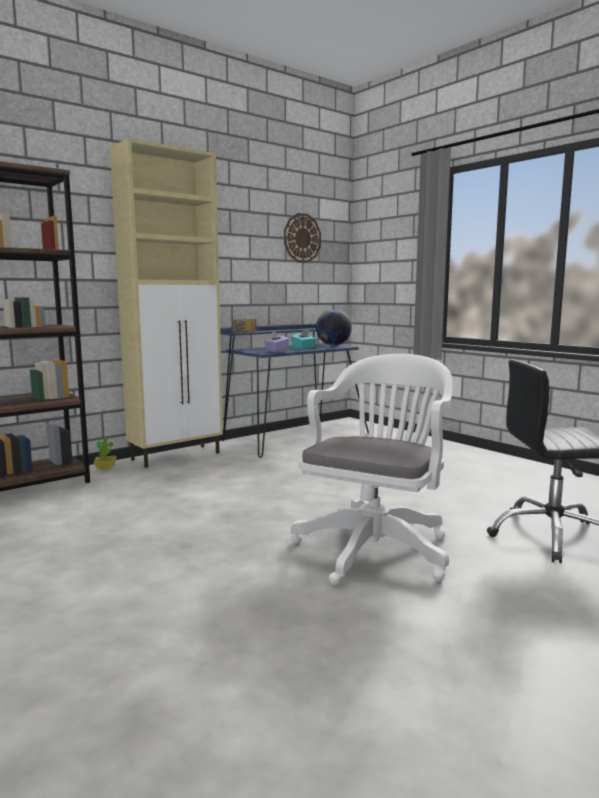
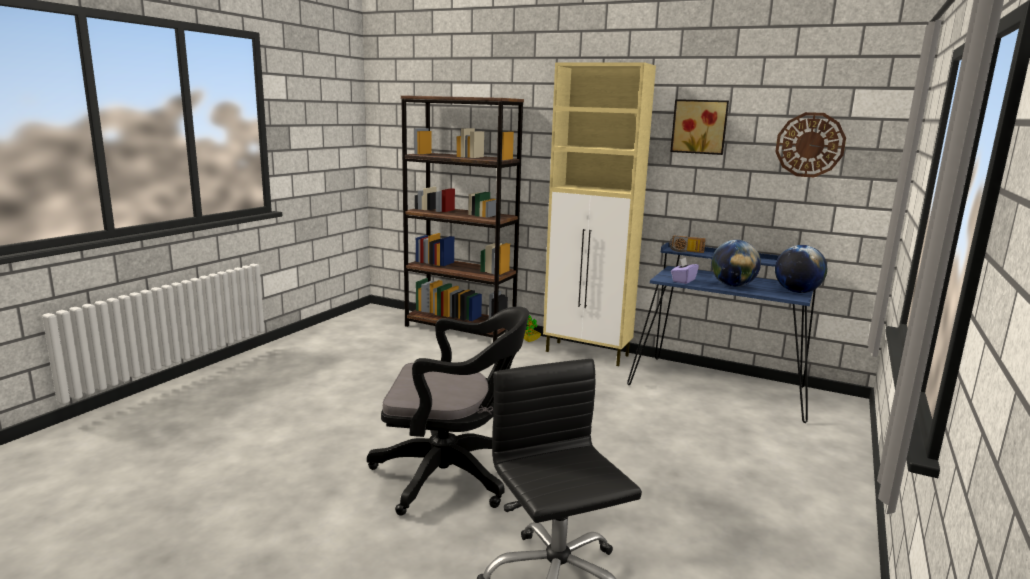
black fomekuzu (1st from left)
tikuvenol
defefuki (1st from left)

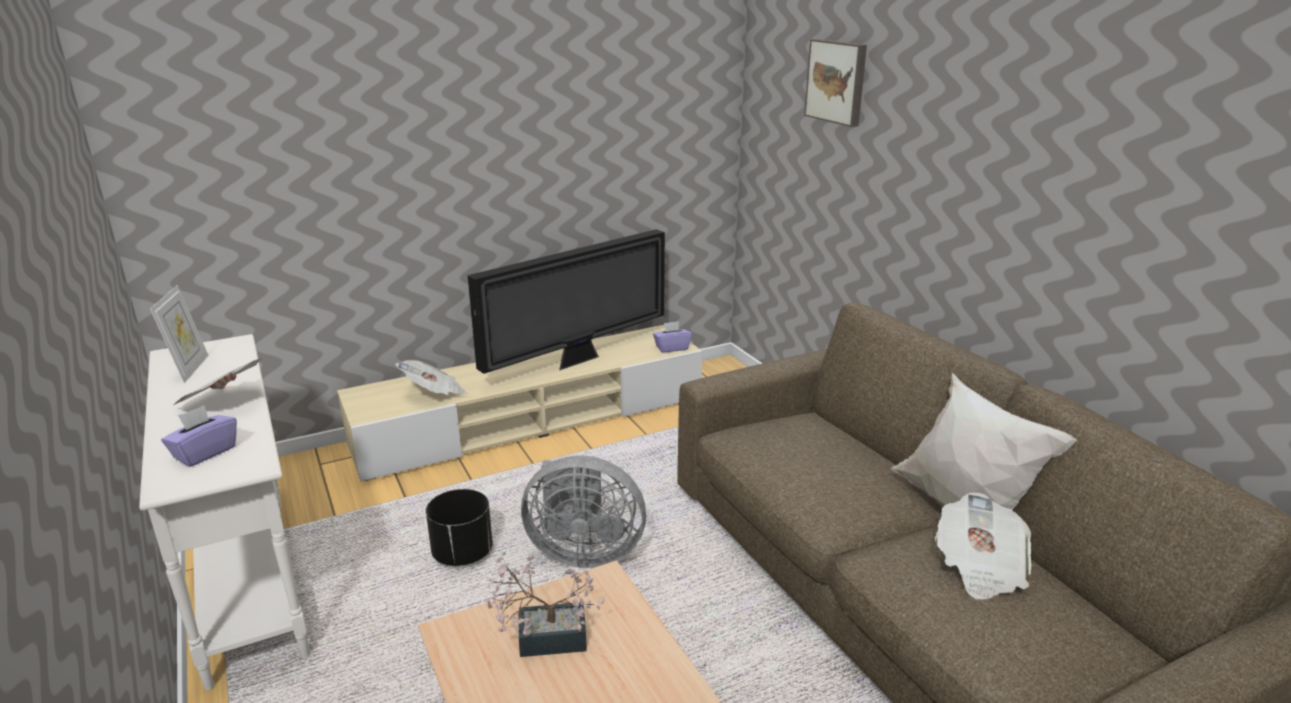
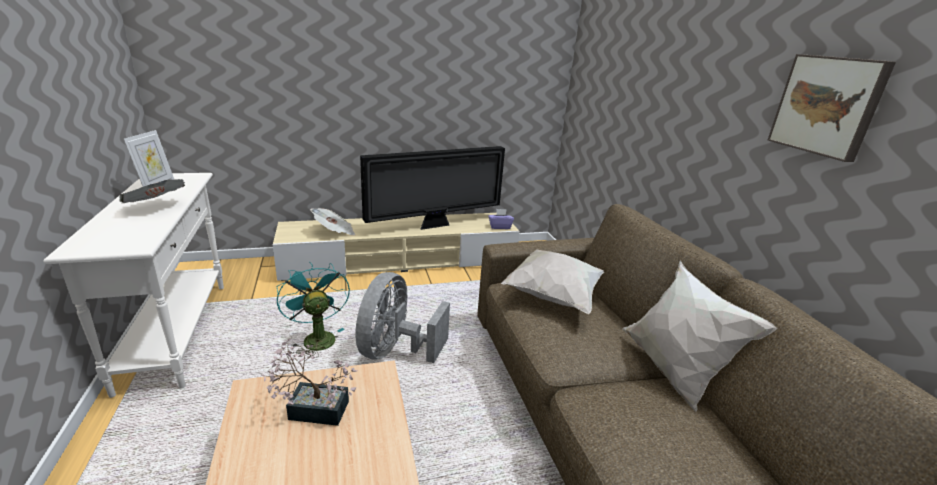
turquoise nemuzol
grey nemuzol
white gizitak (1st from left)
tikuvenol
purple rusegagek (1st from left in the first image)
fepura (3rd from left in the first image)

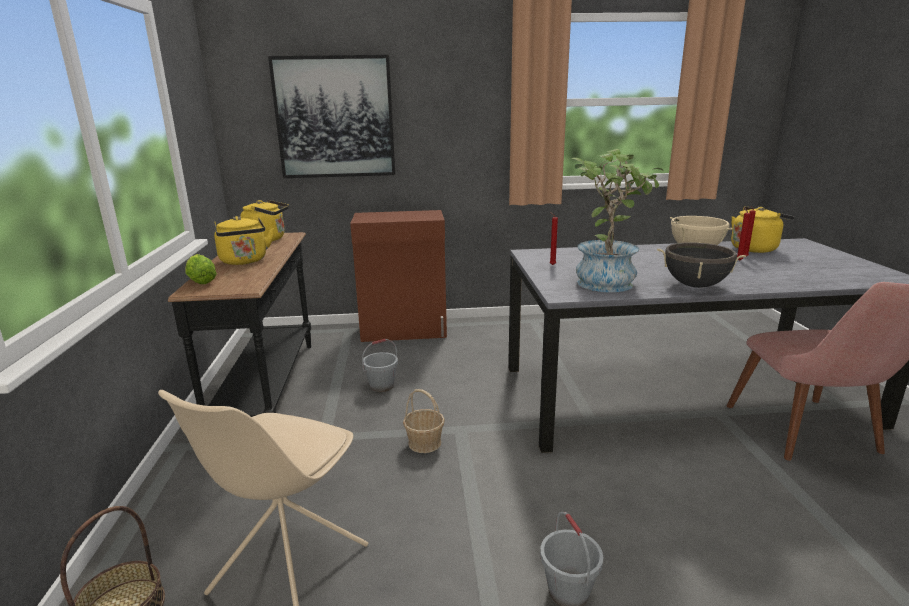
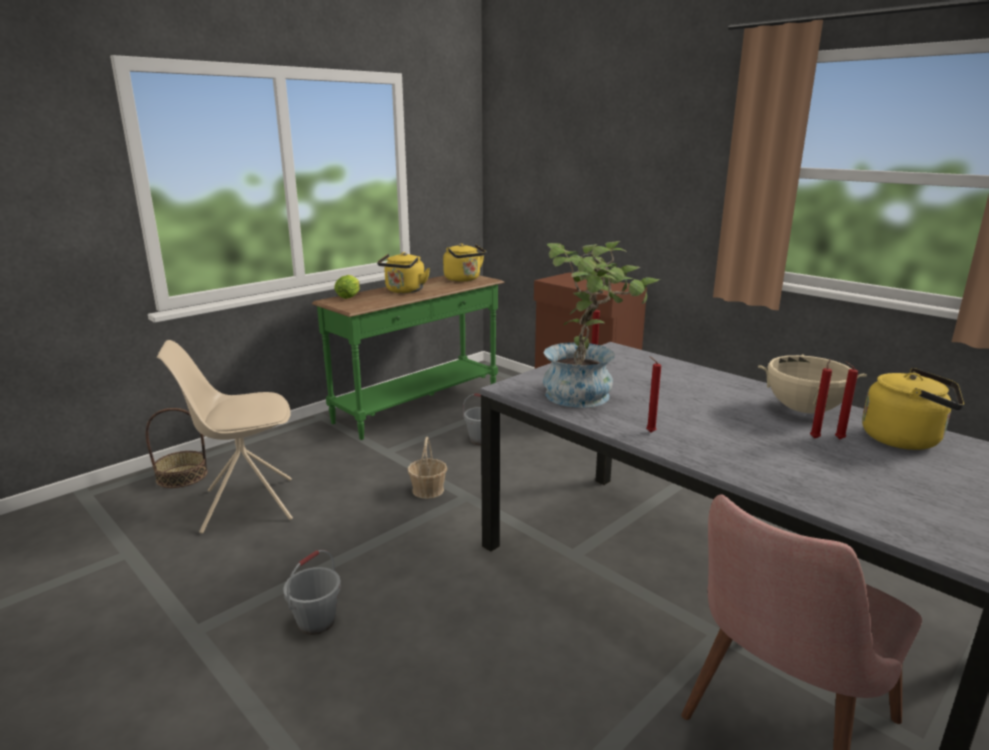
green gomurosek
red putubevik (2nd from left)
tikuvenol

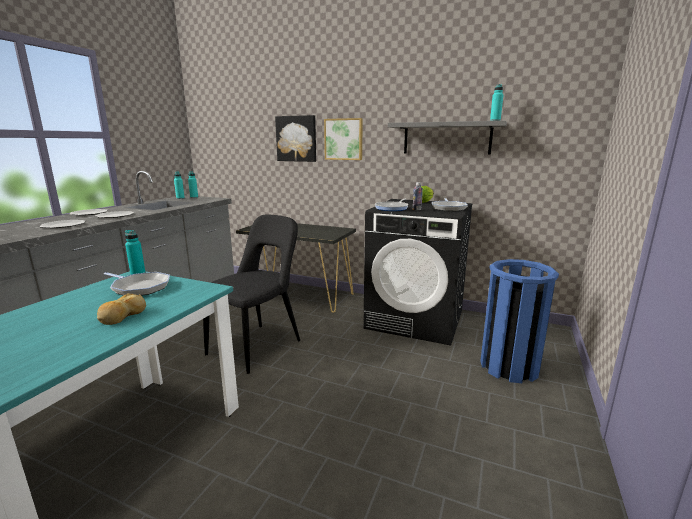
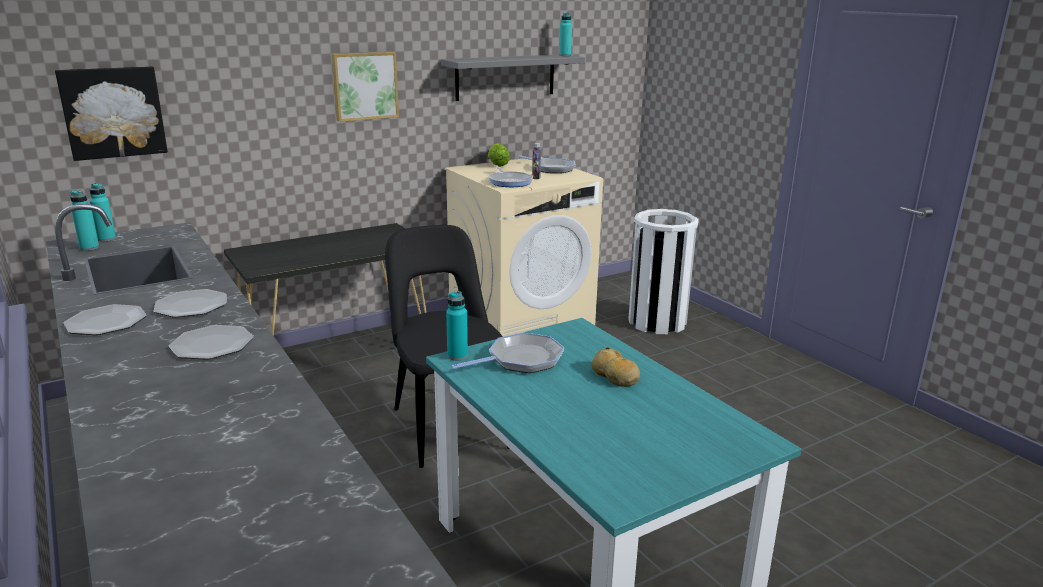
tikuvenol (1st from left)
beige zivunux
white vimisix

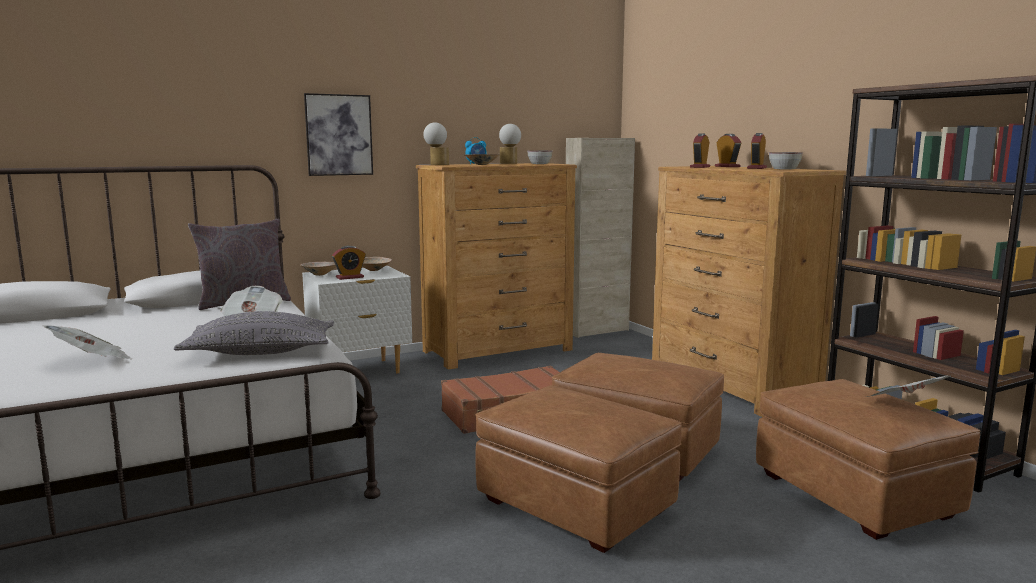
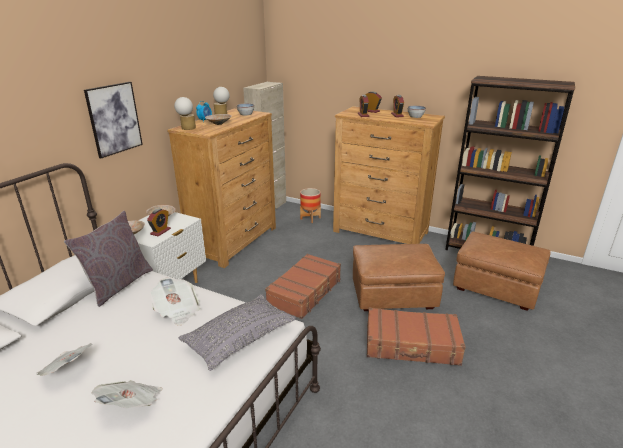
fepura (1st from left)
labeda
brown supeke (2nd from left)

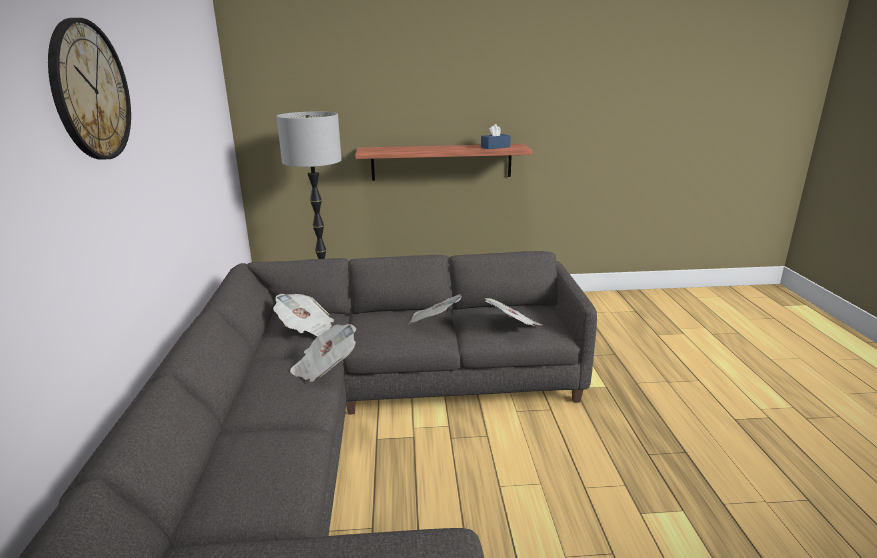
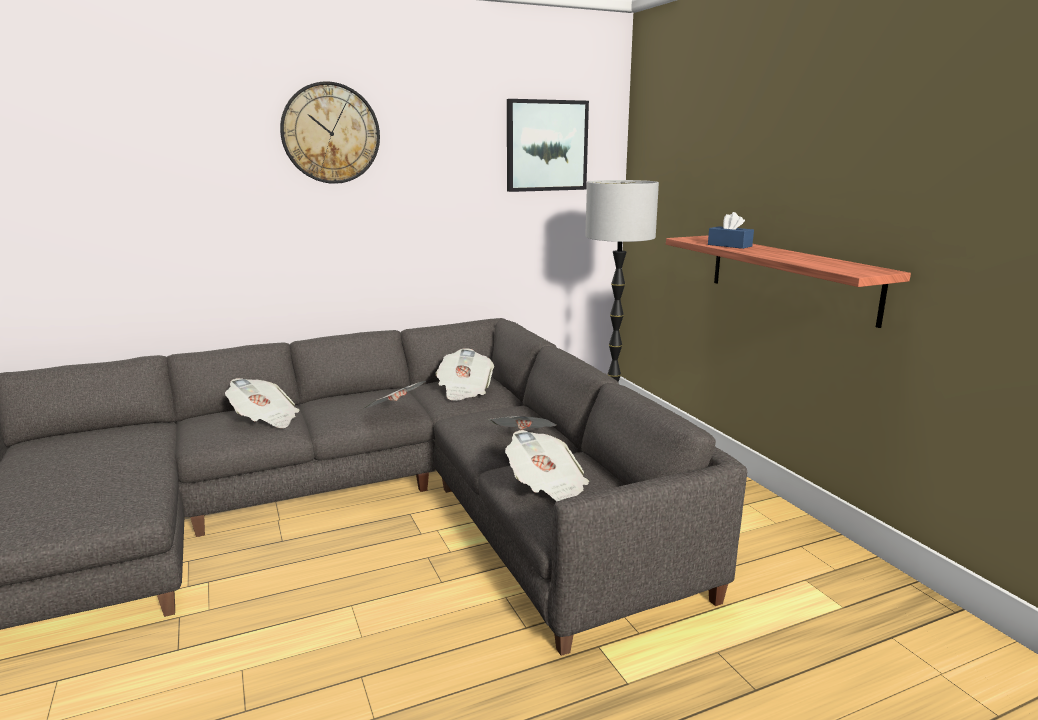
fepura (1st from left)
tikuvenol
blue rusegagek

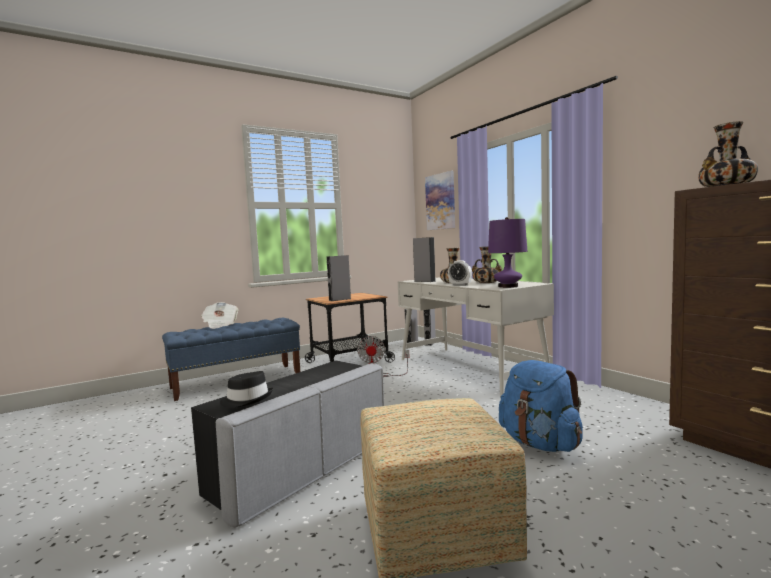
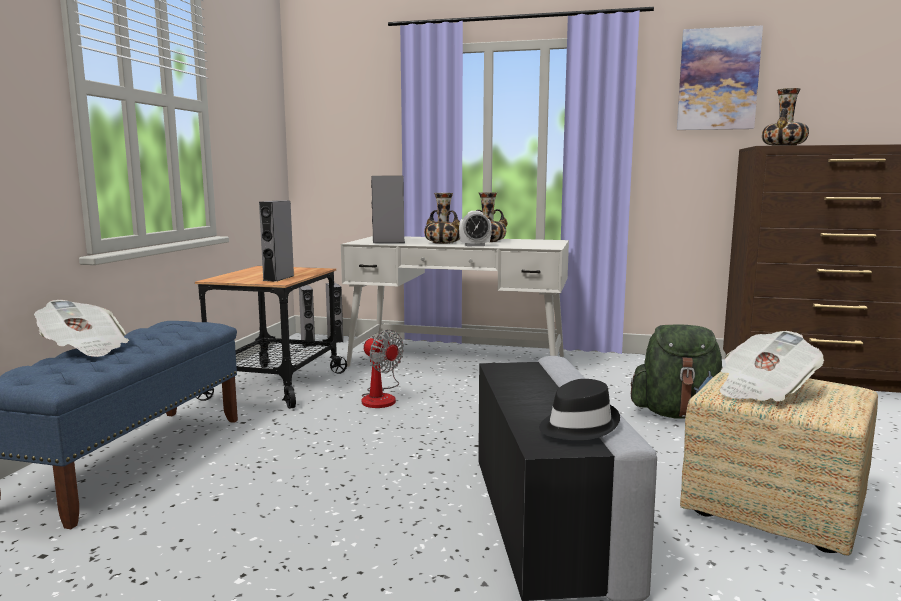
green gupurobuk
tikuvenol
fepura (2nd from left)
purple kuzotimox

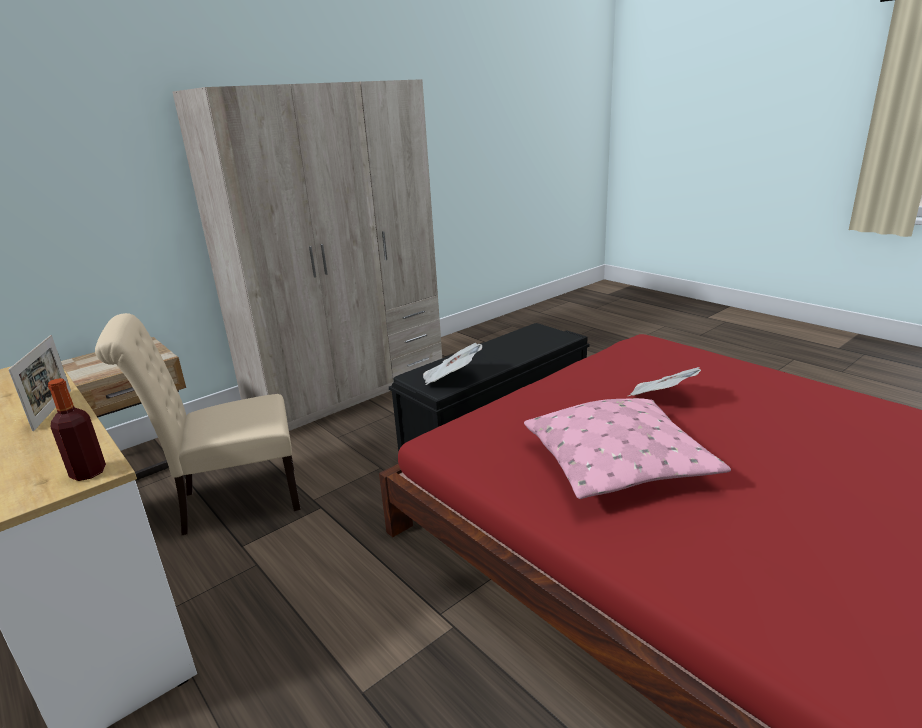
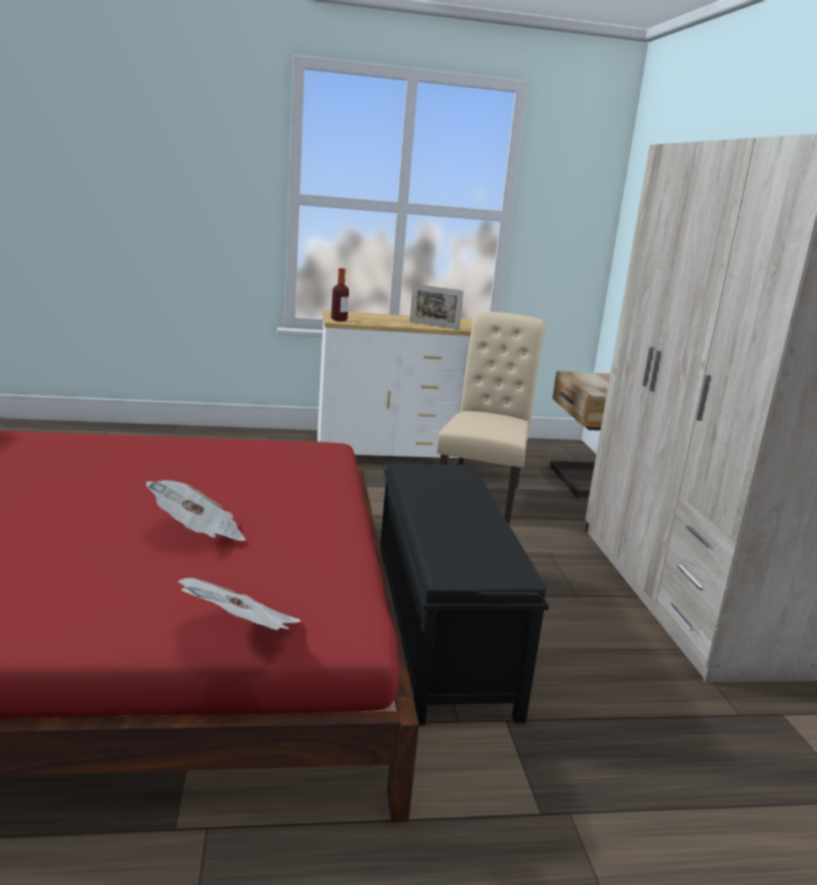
fepura (2nd from left)
pink gizitak

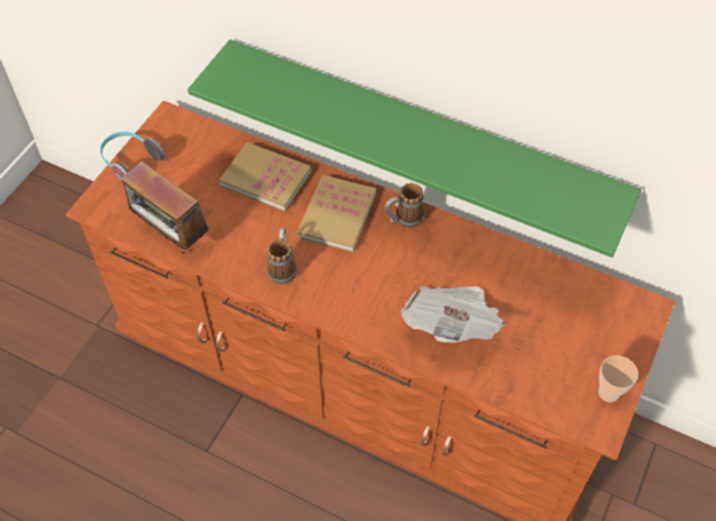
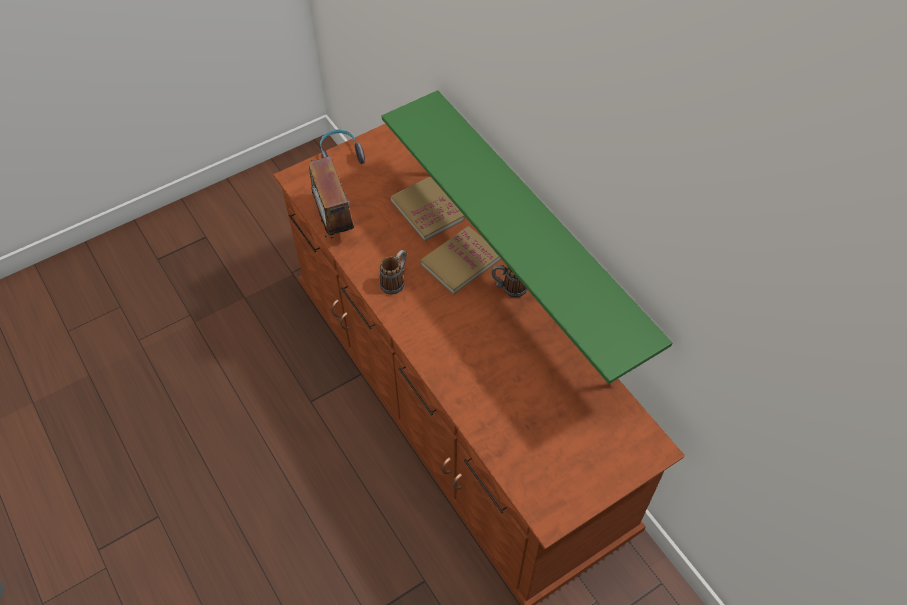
fepura
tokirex

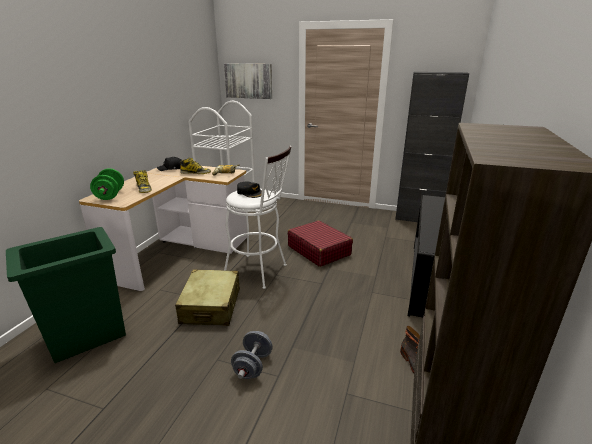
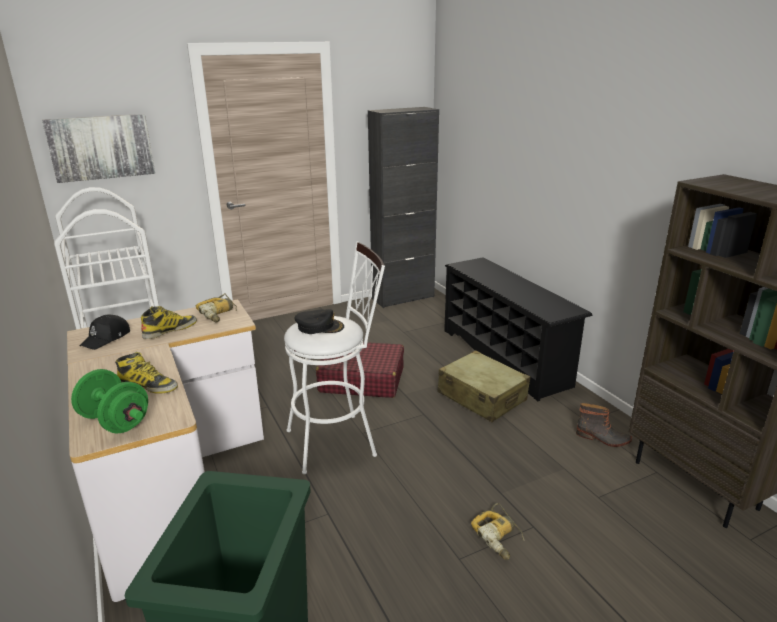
beige supeke
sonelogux (2nd from left)

